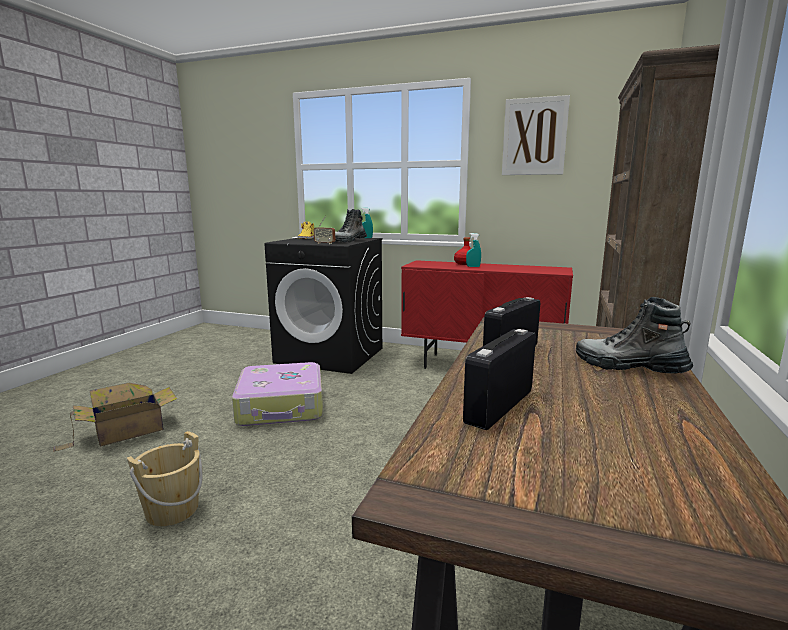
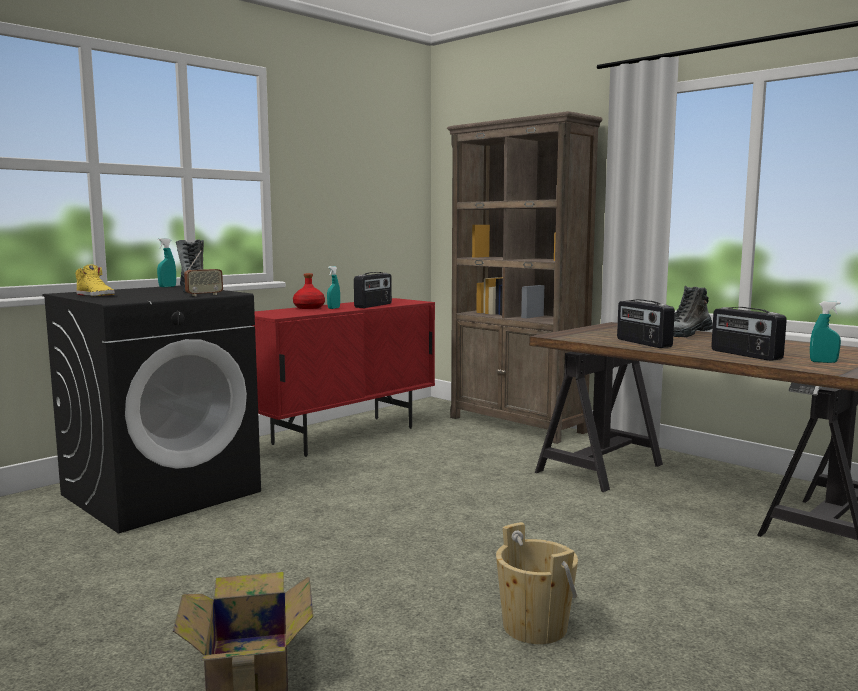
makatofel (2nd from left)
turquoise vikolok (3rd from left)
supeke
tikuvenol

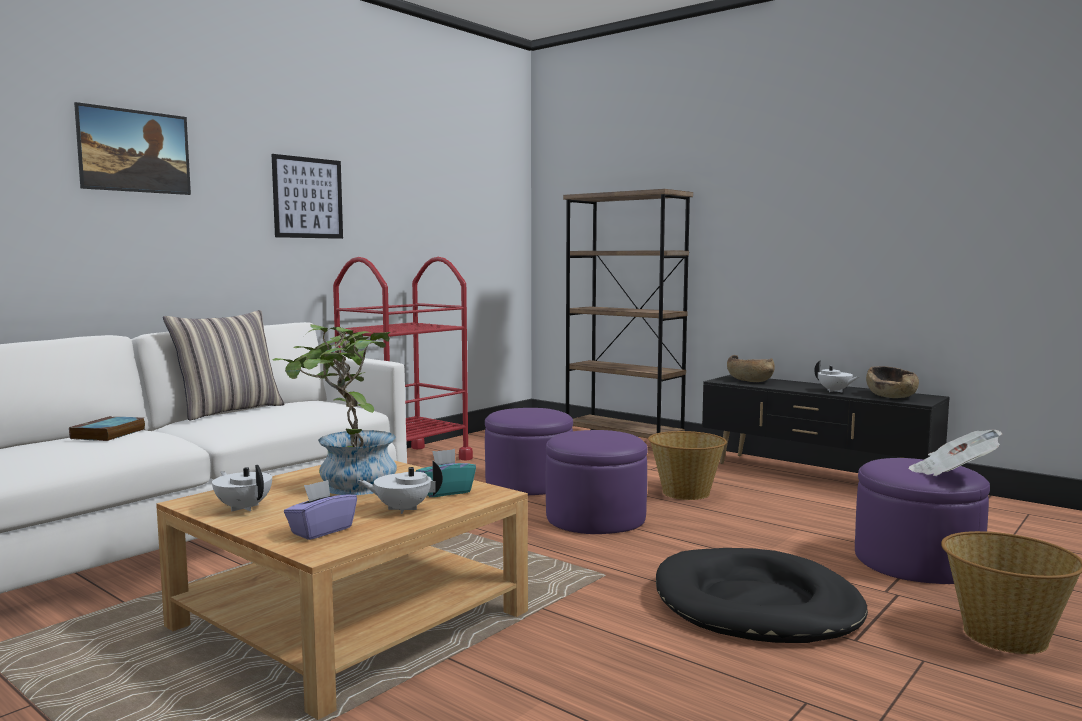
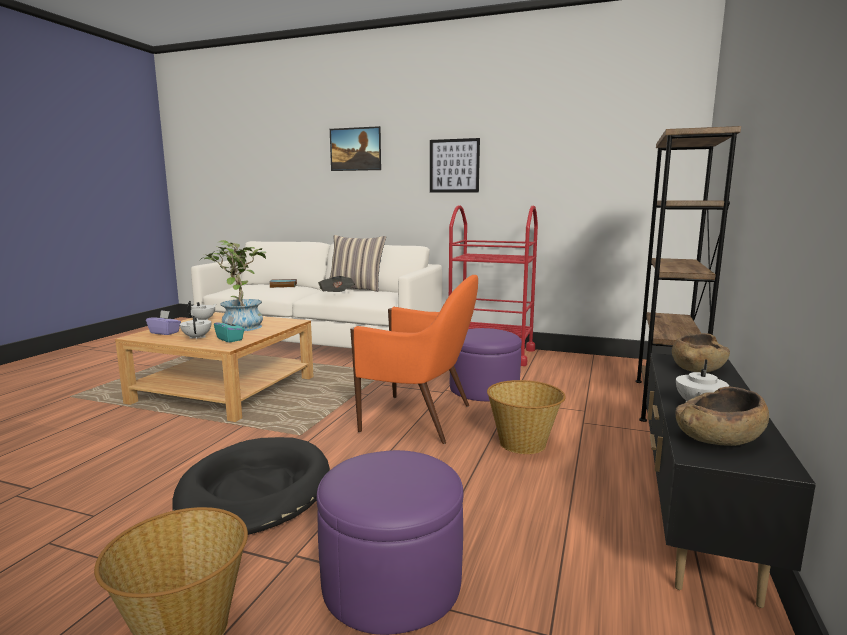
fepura
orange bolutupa

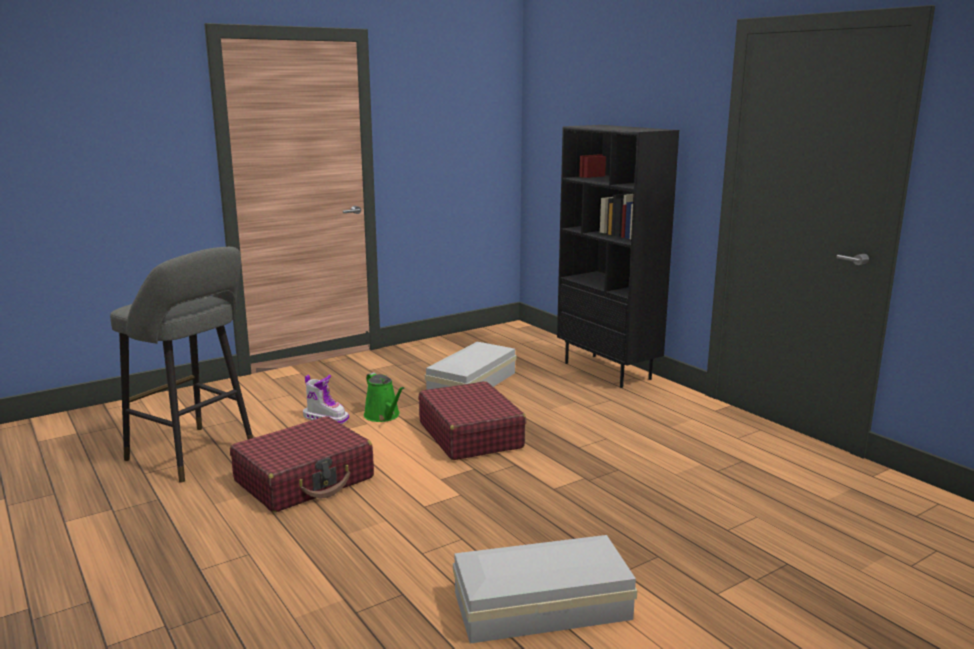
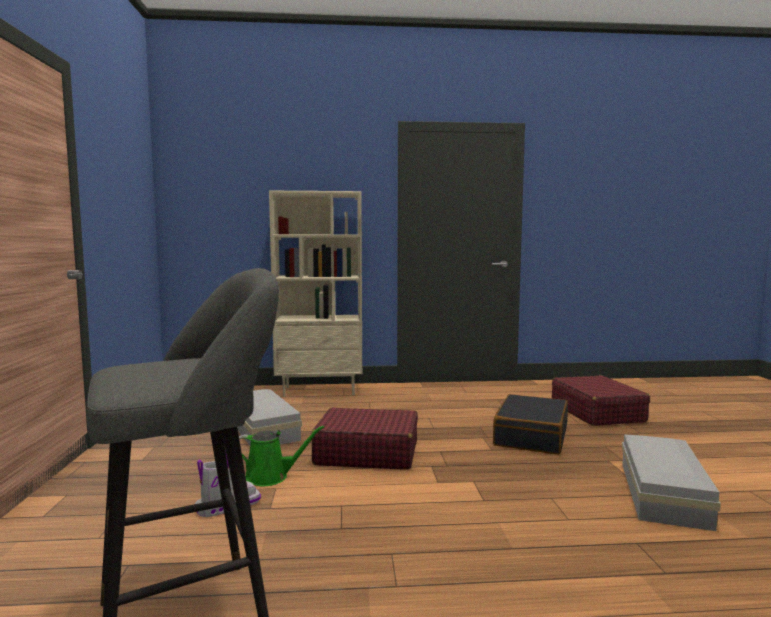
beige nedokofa
black supeke
red supeke (2nd from left)

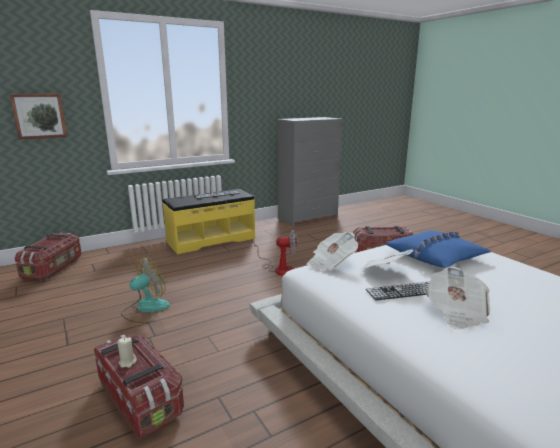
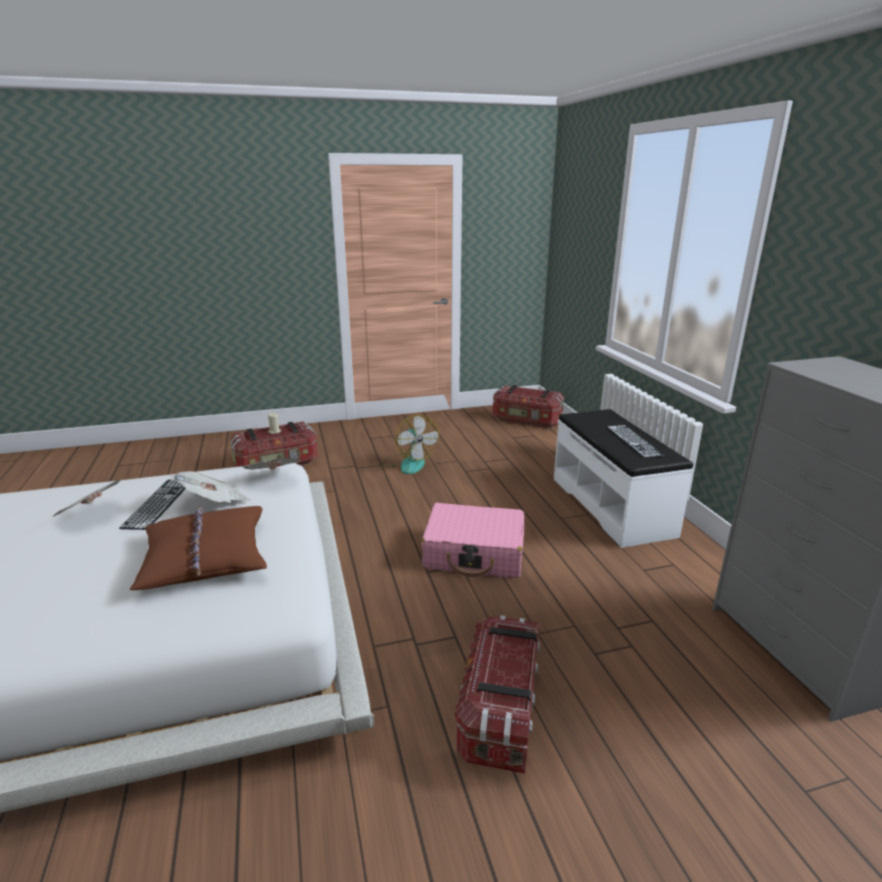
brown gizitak
pink supeke
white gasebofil
tikuvenol

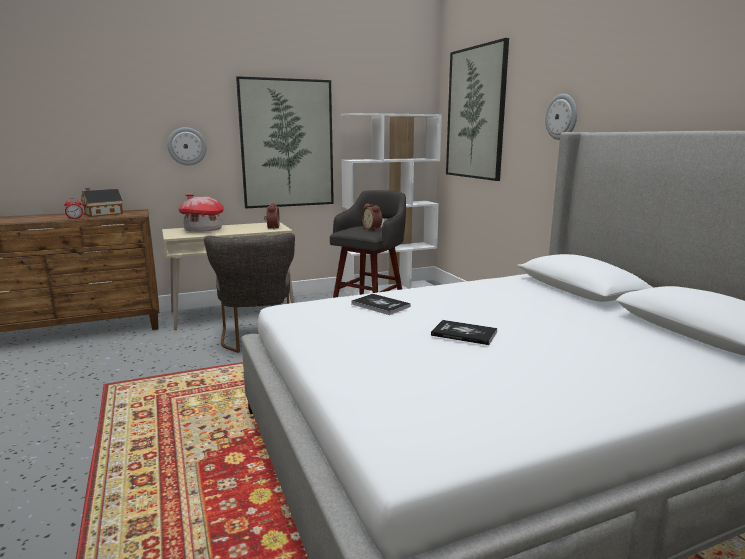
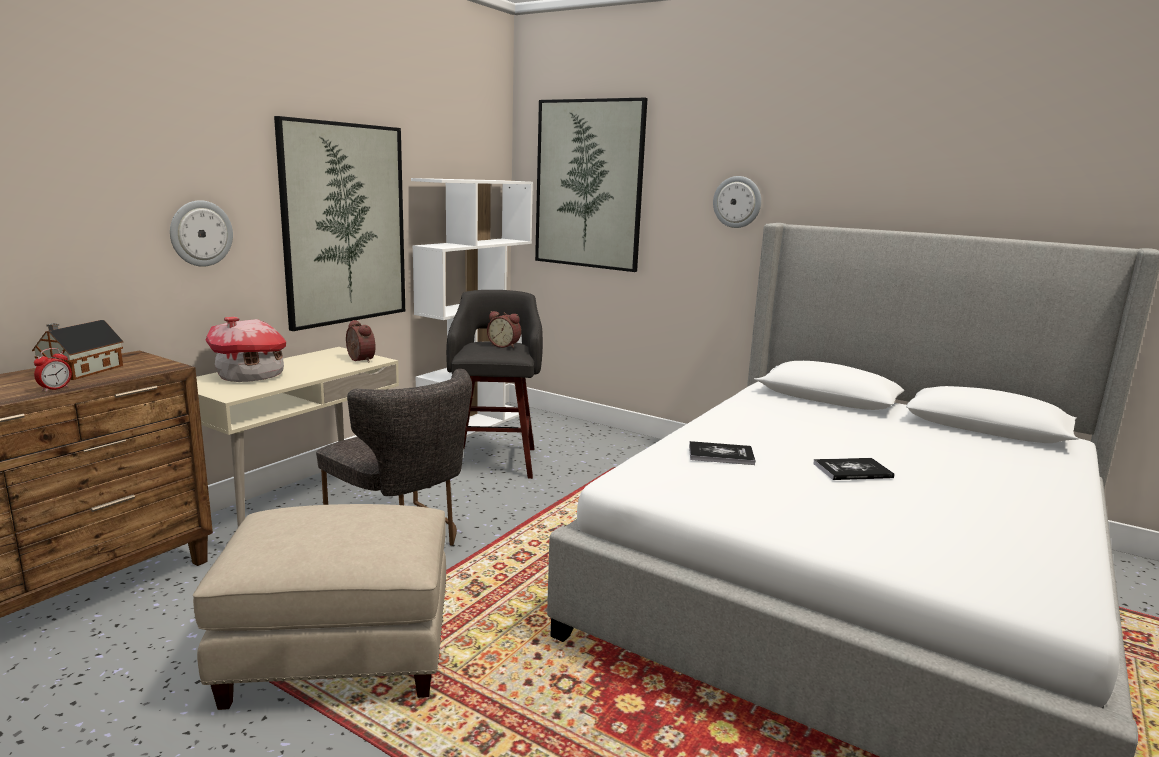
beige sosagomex

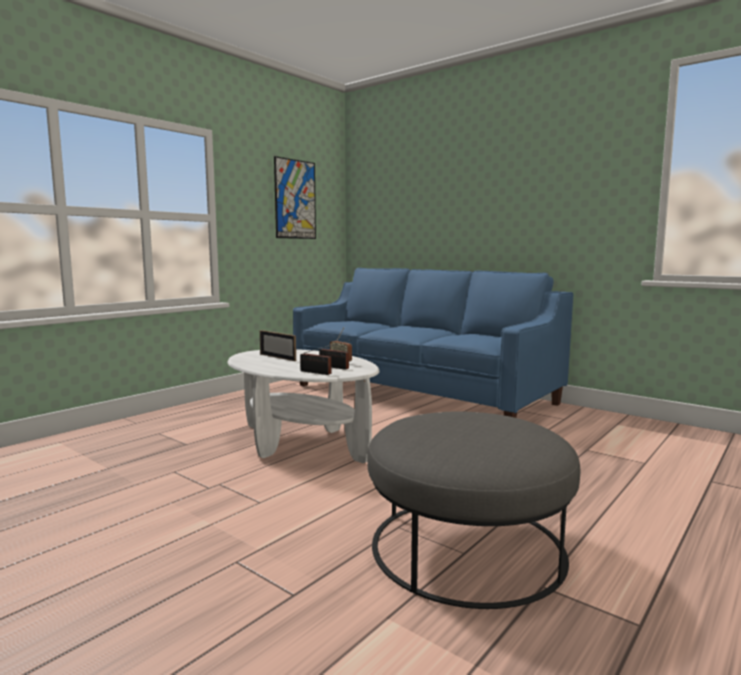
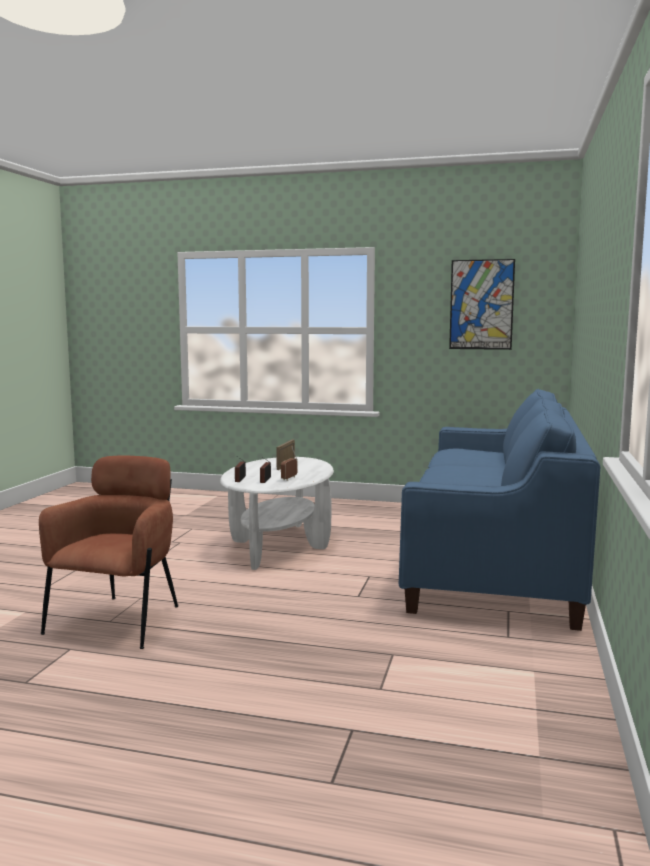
brown bolutupa

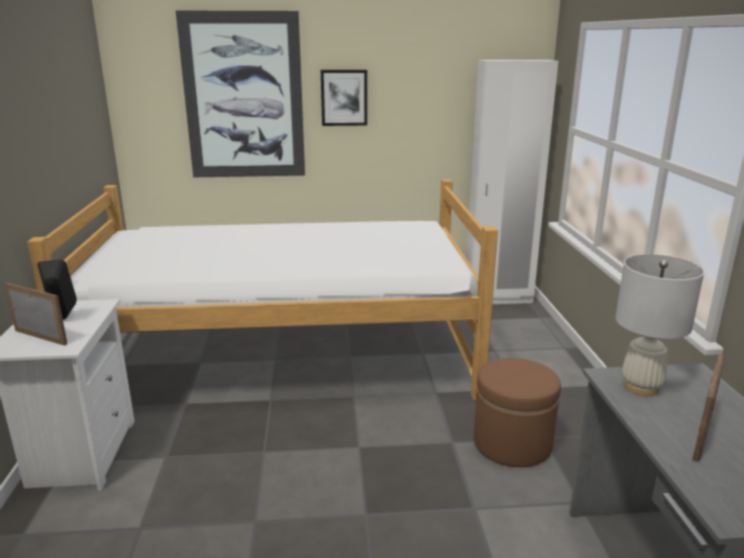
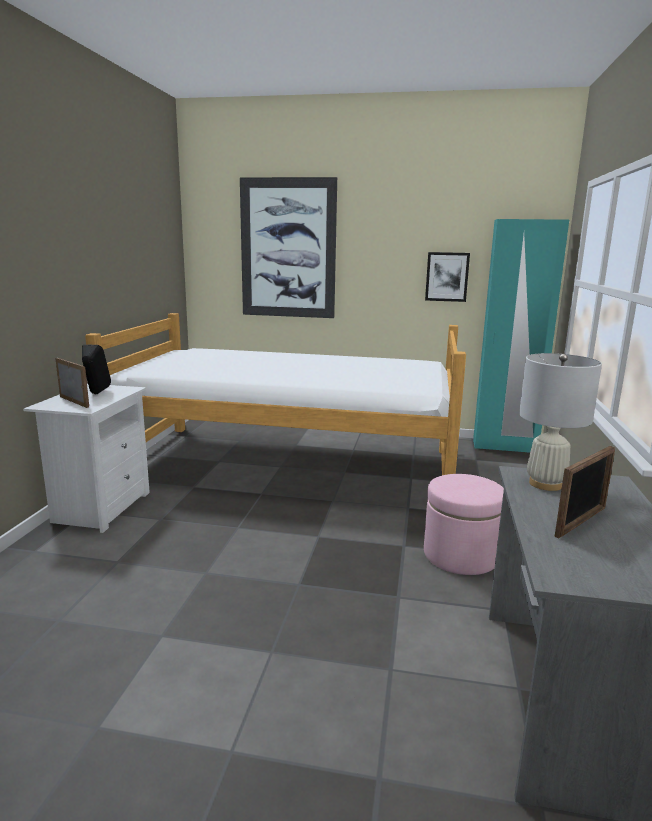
pink sosagomex
tikuvenol (2nd from left)
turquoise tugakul

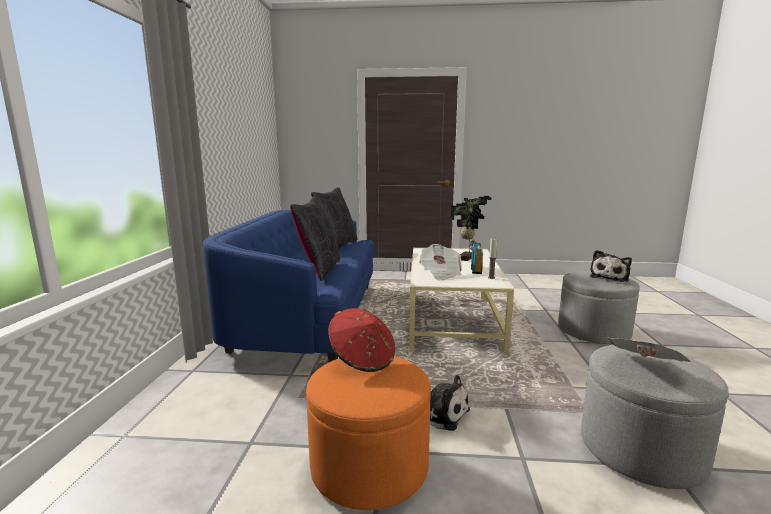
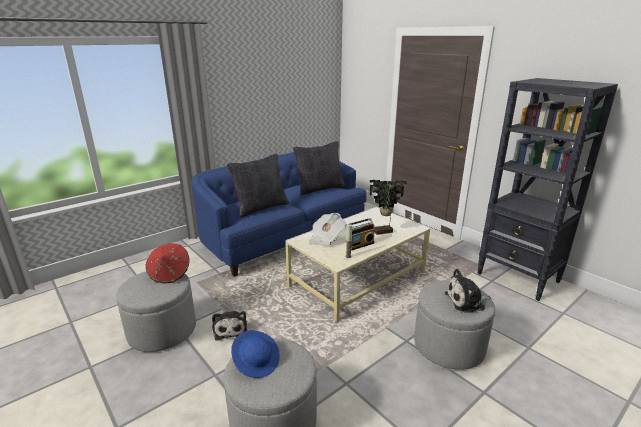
grey sosagomex (1st from left)
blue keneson
black nedokofa

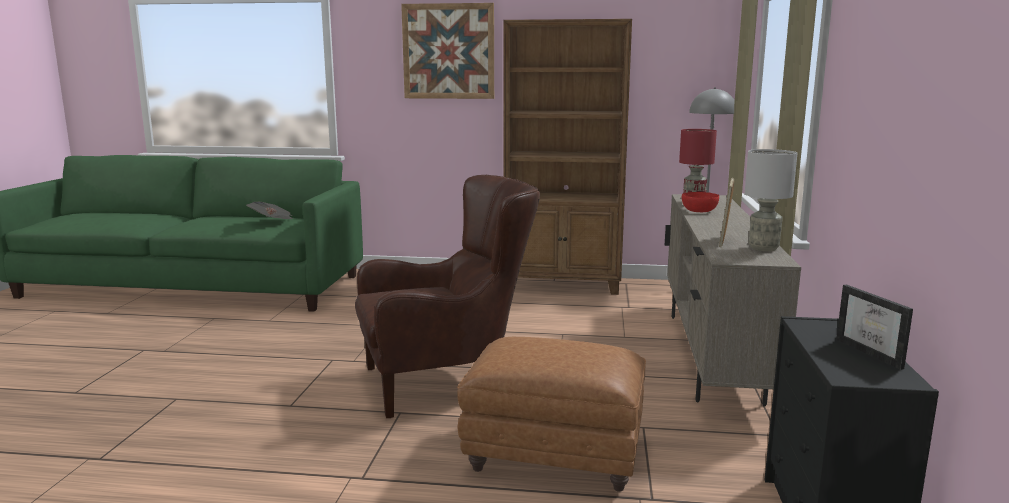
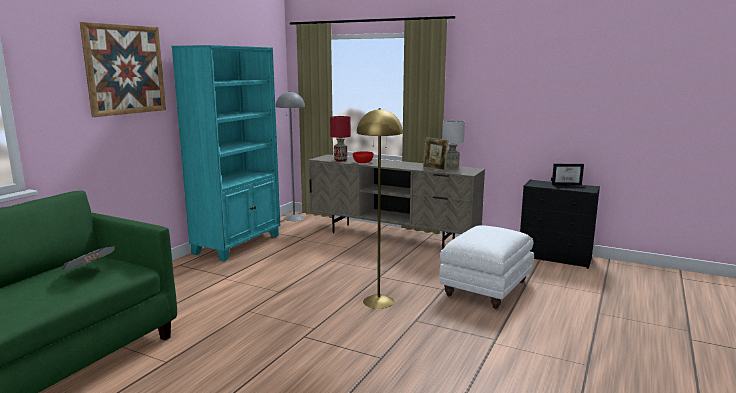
turquoise nedokofa
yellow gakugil
white sosagomex

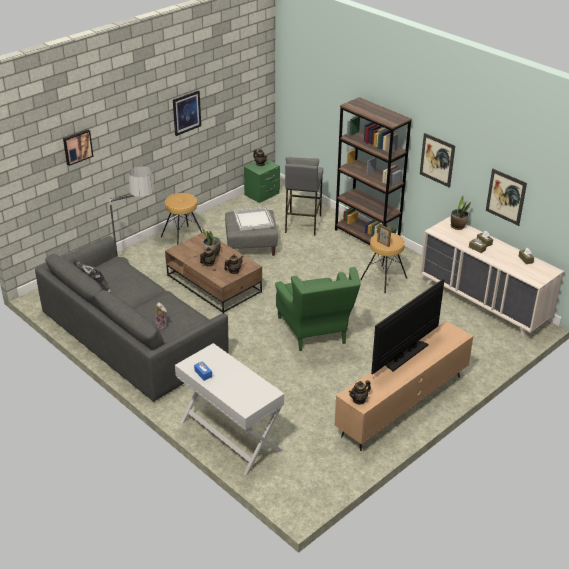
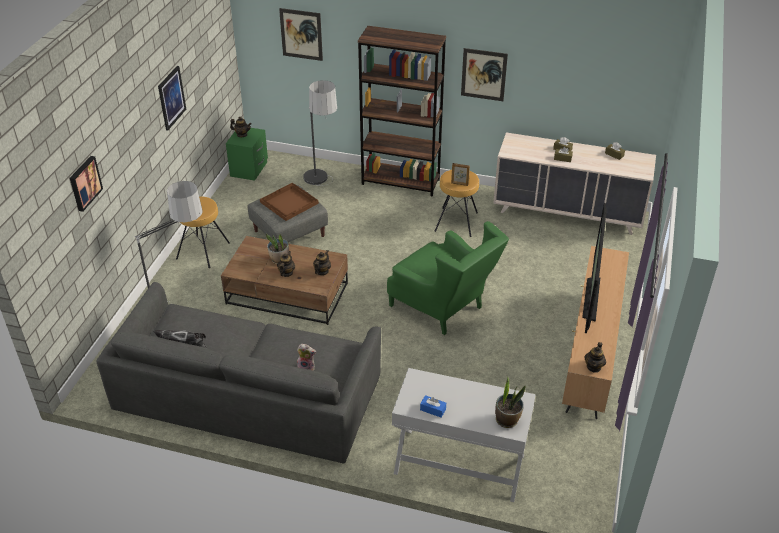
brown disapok
tikuvenol (3rd from left)
gakugil (2nd from left)
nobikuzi (2nd from left)

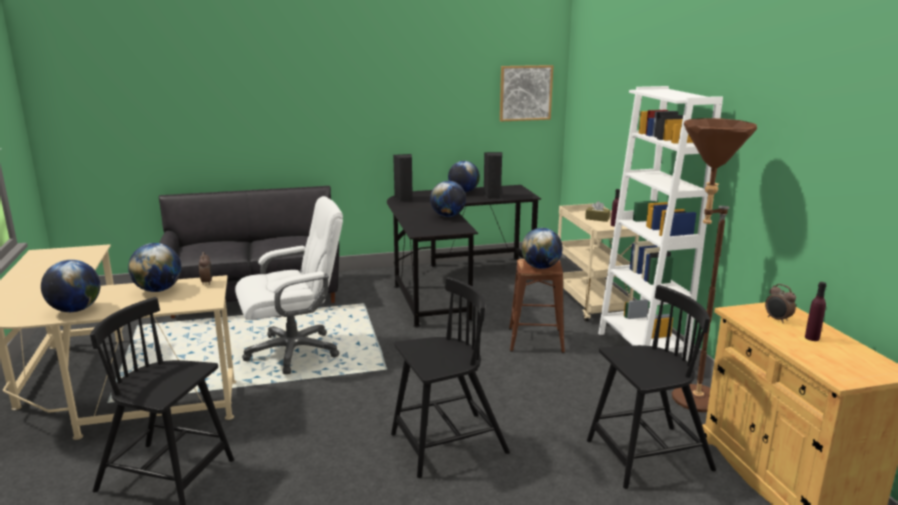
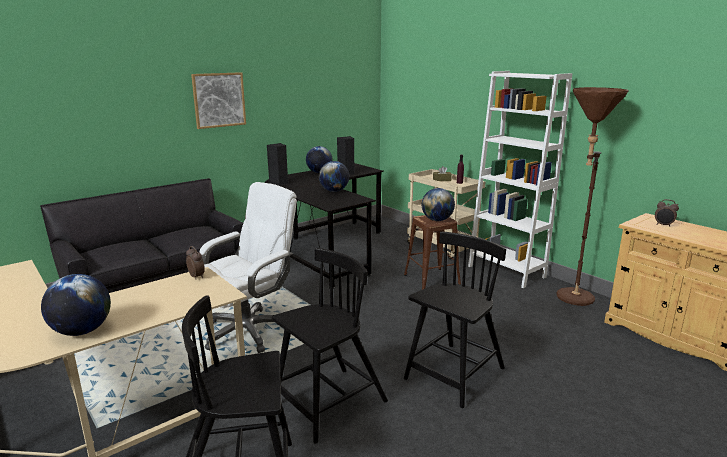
tikuvenol
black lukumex (2nd from left)
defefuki (2nd from left in the first image)
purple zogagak (2nd from left in the first image)

